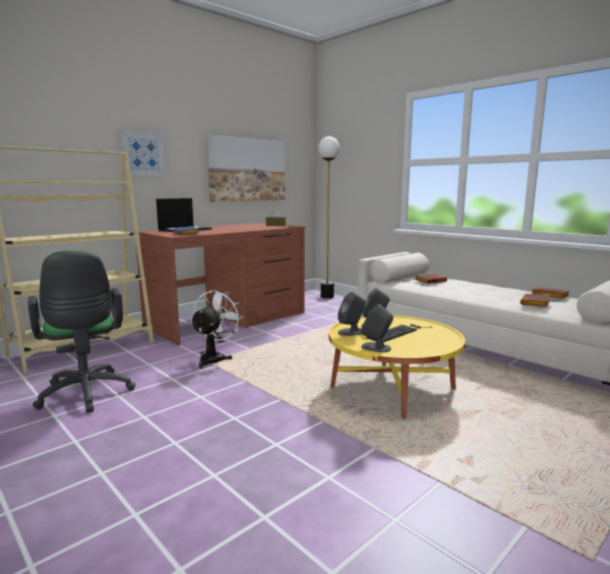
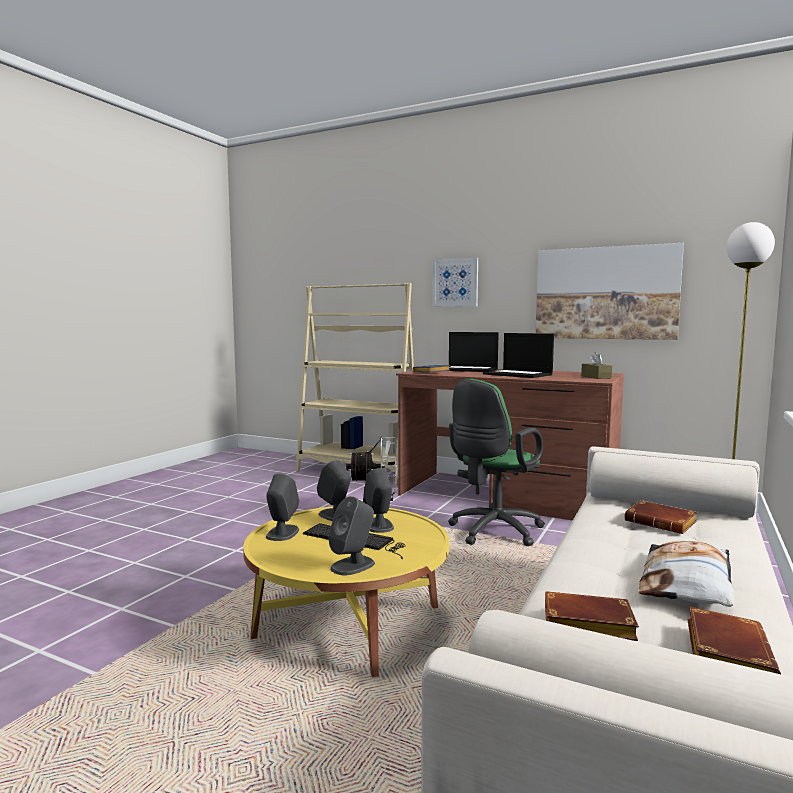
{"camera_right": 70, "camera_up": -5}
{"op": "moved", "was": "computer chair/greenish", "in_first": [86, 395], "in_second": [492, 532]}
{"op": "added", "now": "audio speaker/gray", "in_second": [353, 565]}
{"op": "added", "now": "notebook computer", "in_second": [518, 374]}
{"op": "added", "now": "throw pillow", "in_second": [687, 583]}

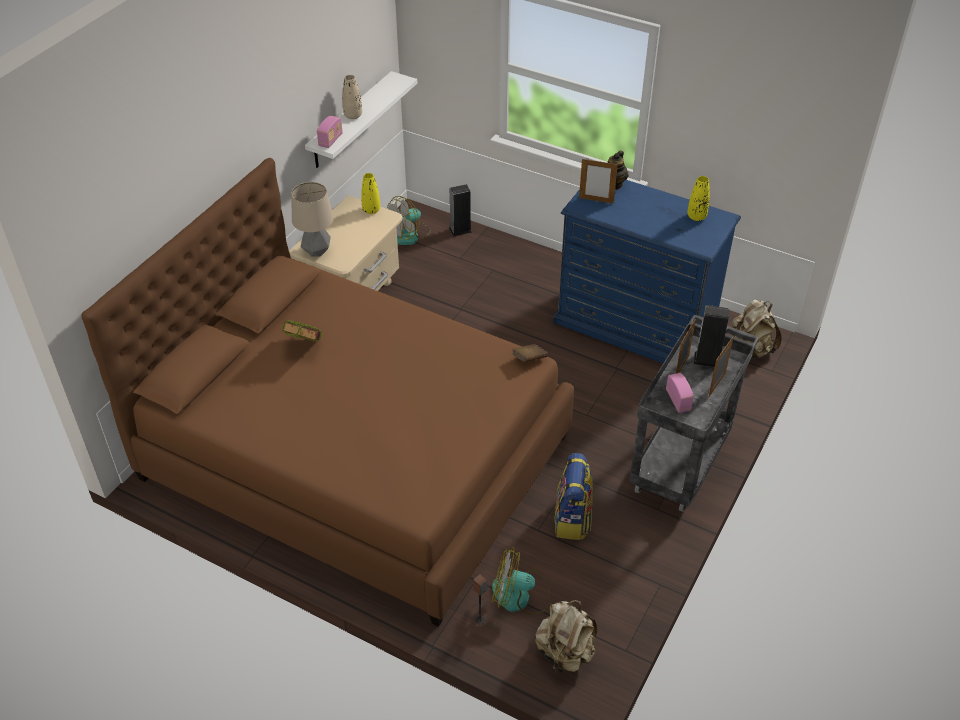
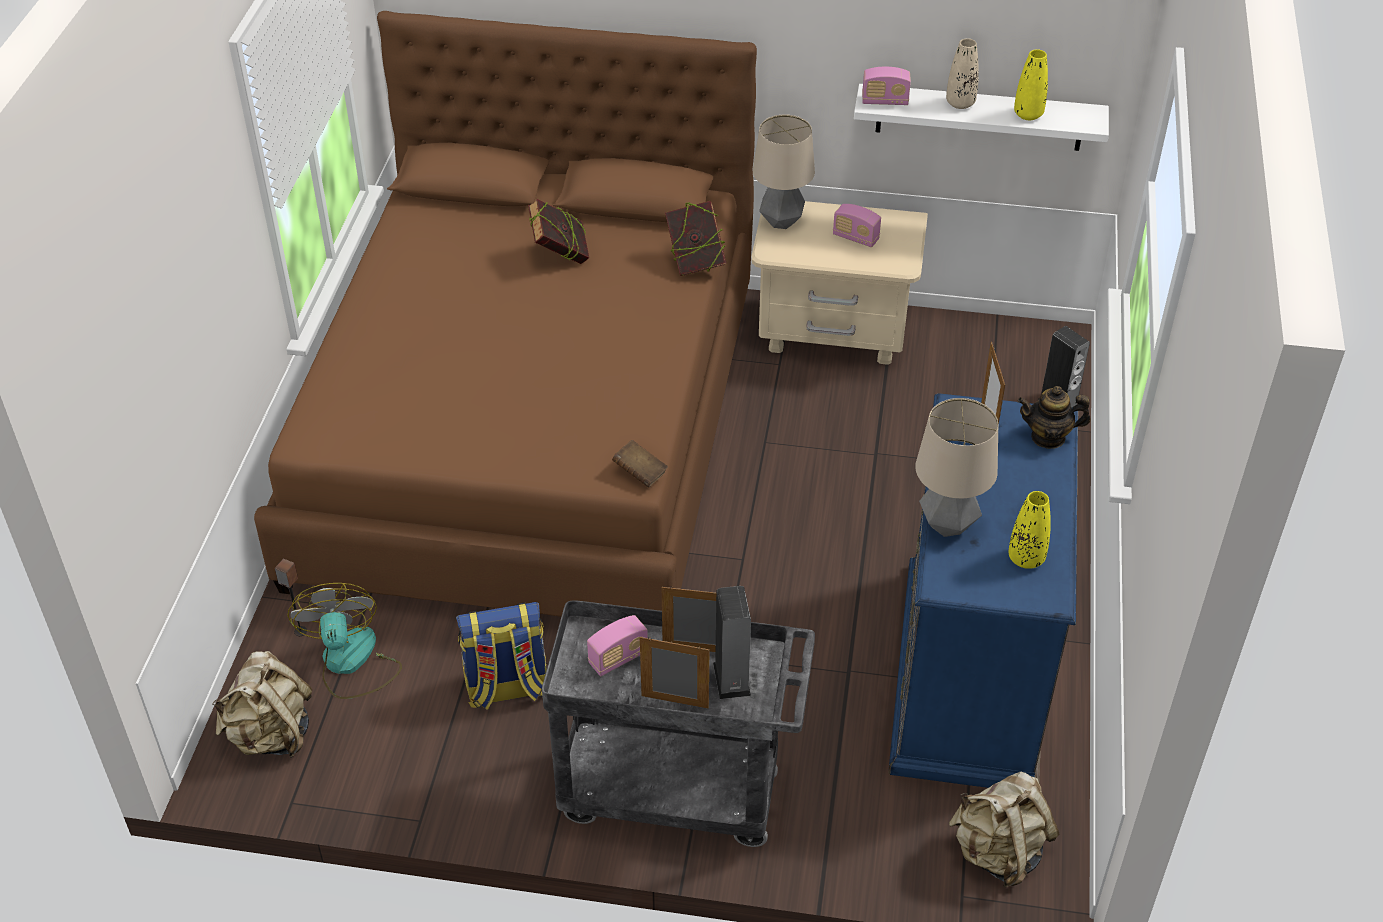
{"camera_right": 70, "camera_up": 0}
{"op": "moved", "was": "flower vase/yellowish", "in_first": [371, 210], "in_second": [1028, 114]}
{"op": "removed", "was": "fan", "in_first": [409, 235]}
{"op": "added", "now": "book", "in_second": [695, 263]}
{"op": "added", "now": "radio receiver", "in_second": [855, 238]}
{"op": "added", "now": "table lamp", "in_second": [948, 525]}

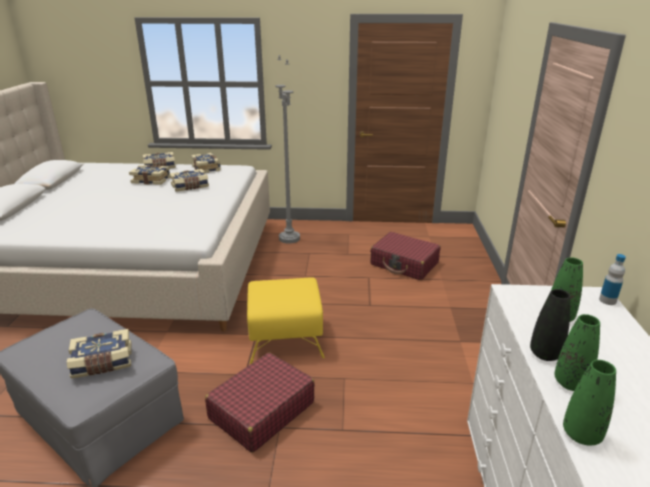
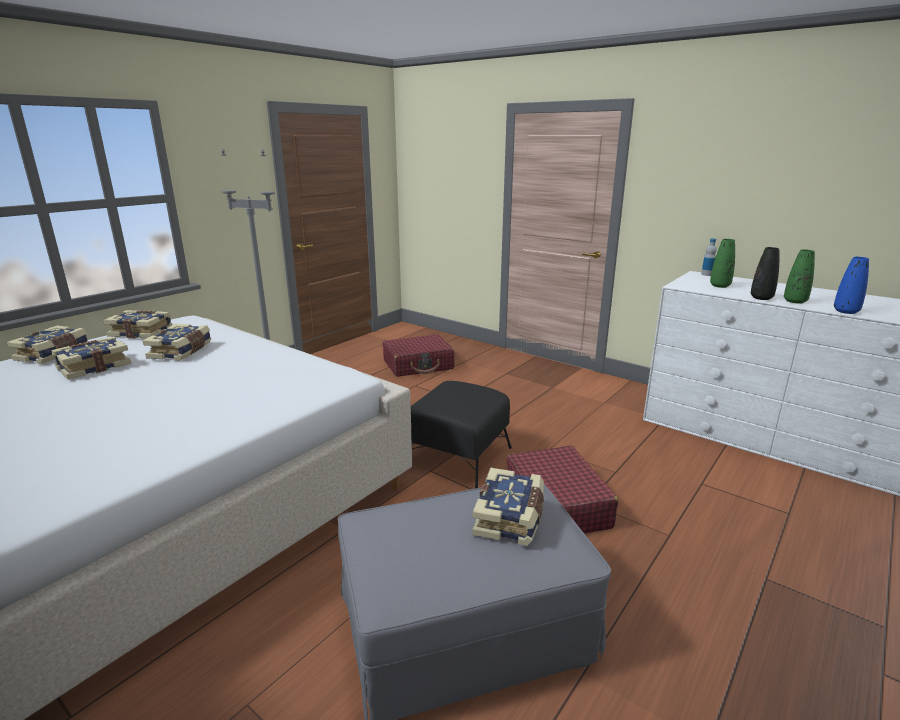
{"camera_right": -55, "camera_up": -5}
{"op": "recoloured", "was": "ottoman/yellowish", "now": "ottoman/black", "in_first": [286, 338], "in_second": [458, 456]}
{"op": "recoloured", "was": "flower vase/greenish", "now": "flower vase/blue-coloured", "in_first": [581, 435], "in_second": [846, 311]}

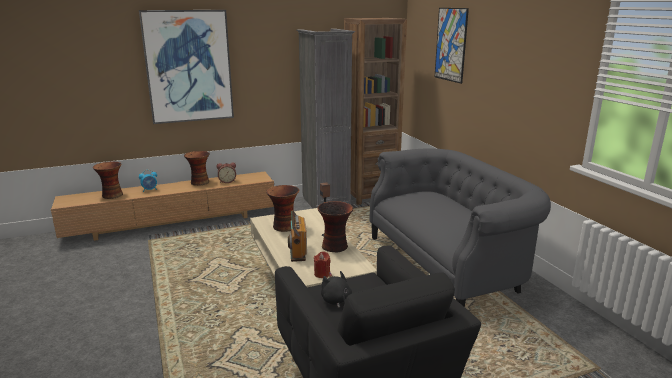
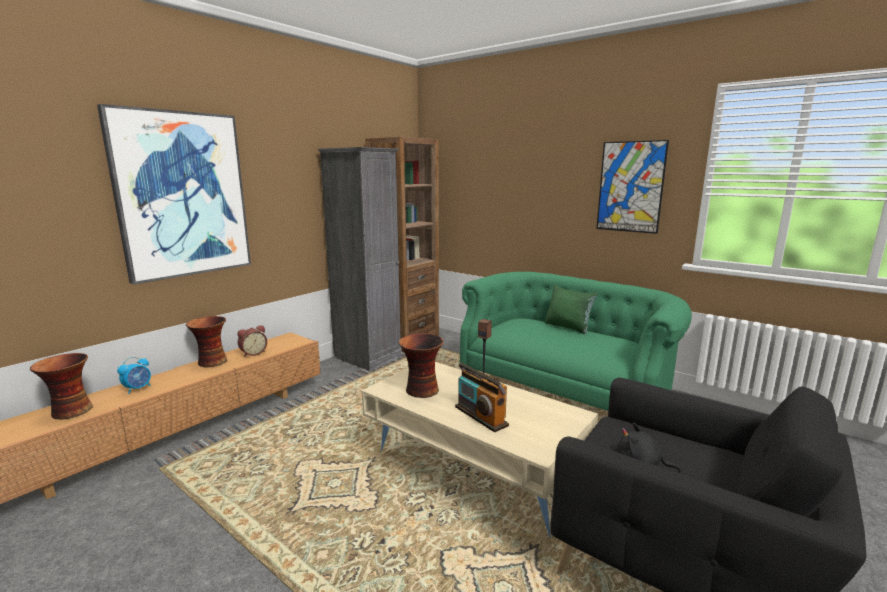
{"camera_right": -30, "camera_up": -5}
{"op": "removed", "was": "wax light/red-coloured", "in_first": [322, 274]}
{"op": "removed", "was": "flower vase", "in_first": [335, 246]}
{"op": "recoloured", "was": "sofa/gray", "now": "sofa/greenish", "in_first": [448, 265], "in_second": [564, 393]}
{"op": "moved", "was": "picture", "in_first": [451, 44], "in_second": [630, 187]}
{"op": "added", "now": "throw pillow/greenish", "in_second": [568, 327]}

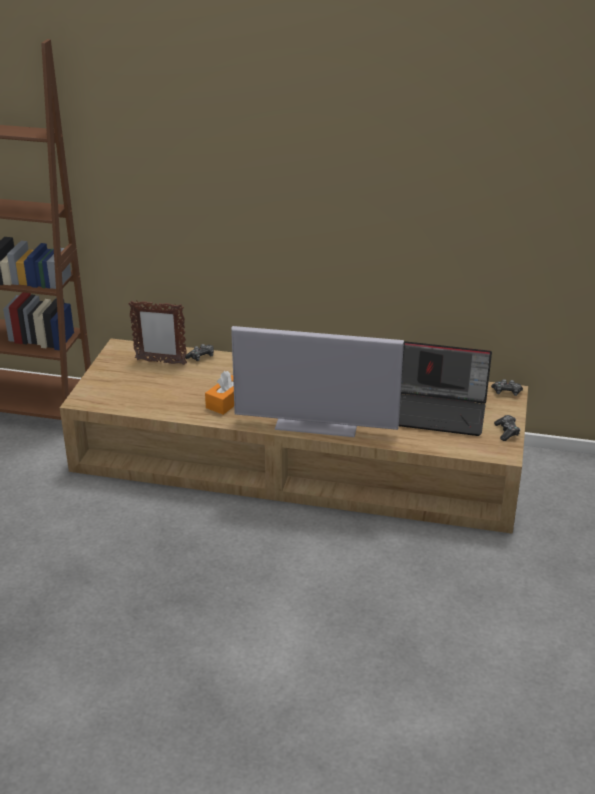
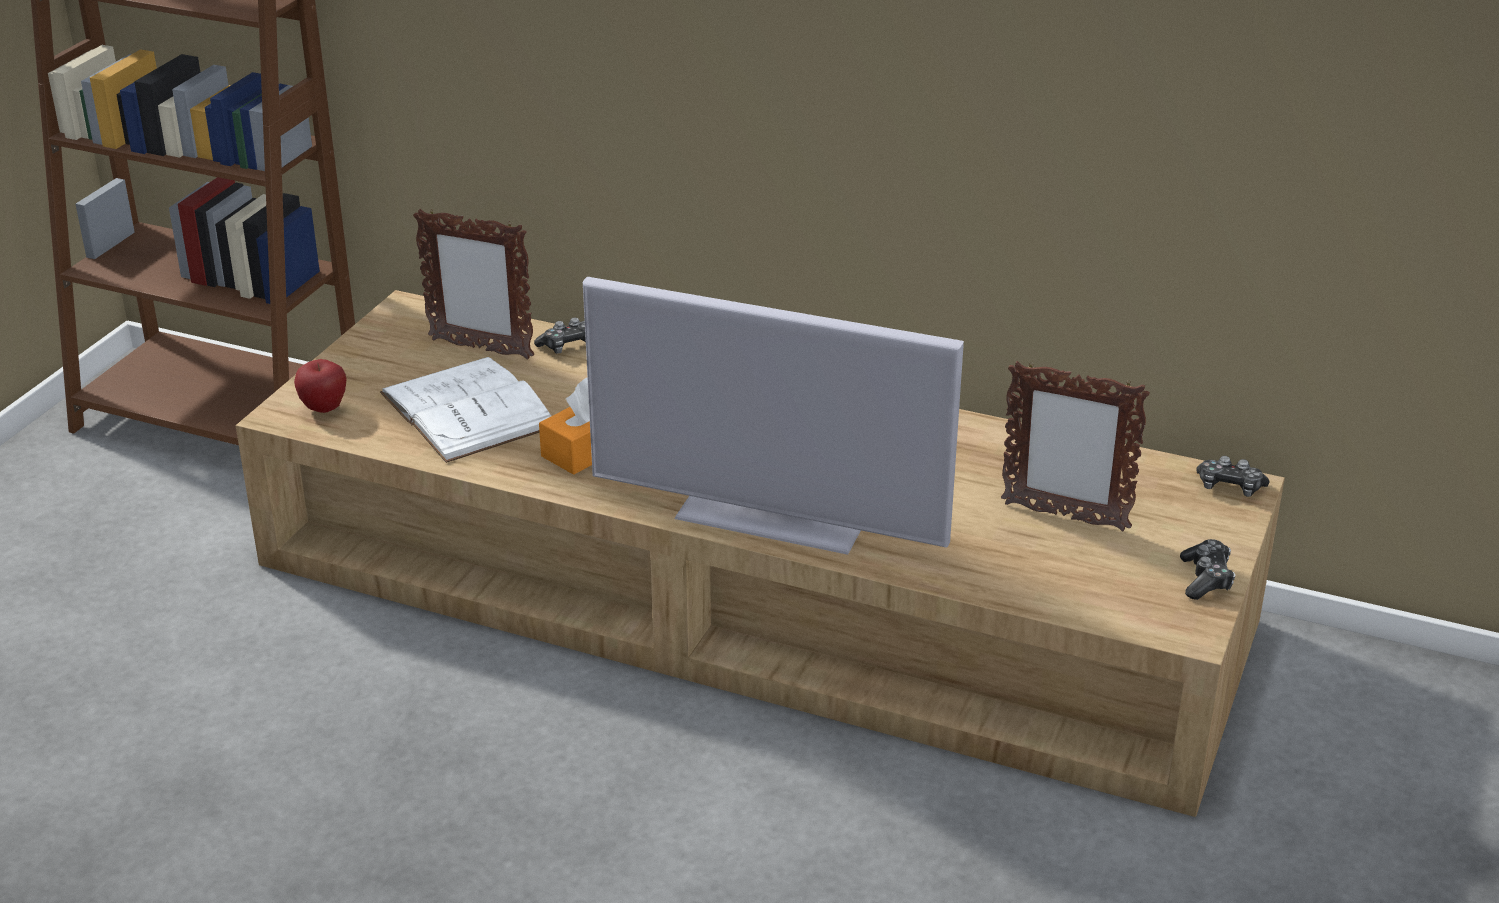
{"camera_right": 10, "camera_up": 0}
{"op": "replaced", "was": "notebook computer", "now": "standing frame", "in_first": [441, 411], "in_second": [1063, 516]}
{"op": "added", "now": "whole apple", "in_second": [324, 408]}
{"op": "added", "now": "book/whitish", "in_second": [468, 409]}

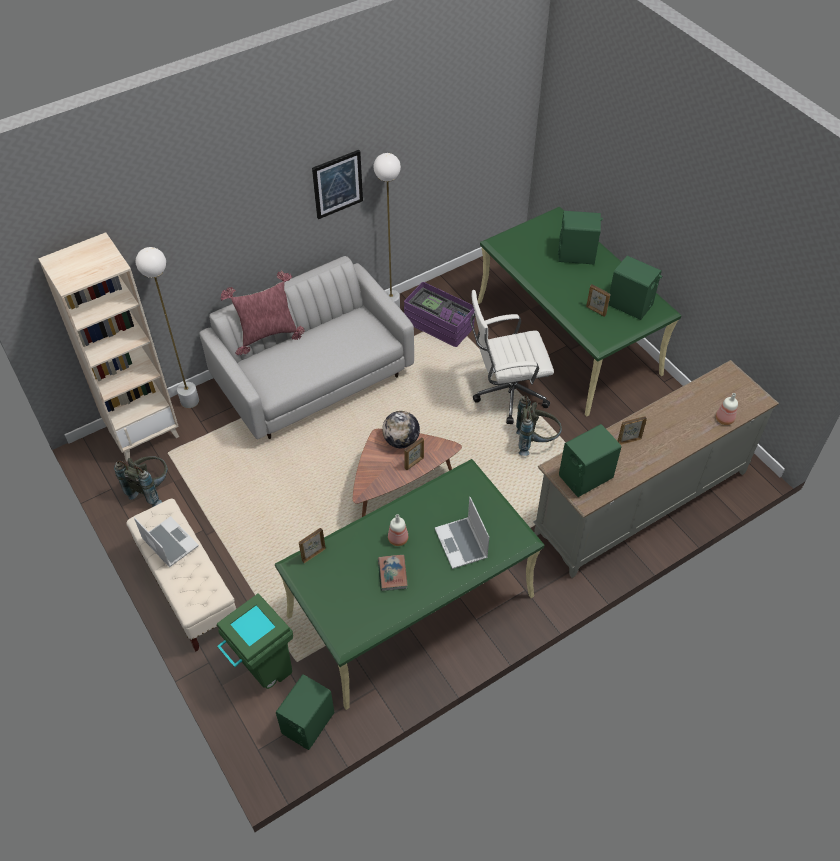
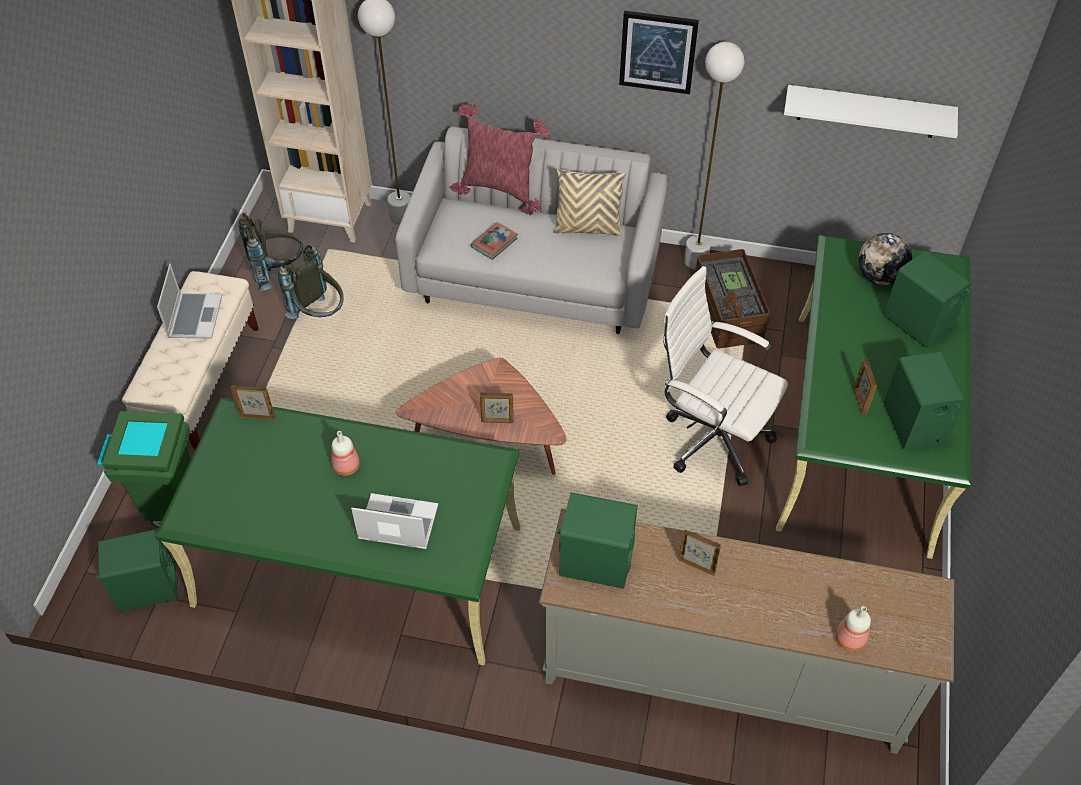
{"camera_right": 45, "camera_up": 0}
{"op": "moved", "was": "book", "in_first": [392, 574], "in_second": [494, 243]}
{"op": "moved", "was": "world globe", "in_first": [401, 441], "in_second": [879, 277]}
{"op": "recoloured", "was": "storage box/purplish", "now": "storage box/brownish", "in_first": [439, 323], "in_second": [729, 311]}
{"op": "turned", "was": "notebook computer", "in_first": [462, 544], "in_second": [397, 524], "clockwise": 75}
{"op": "moved", "was": "knapsack/gray", "in_first": [535, 441], "in_second": [319, 315]}
{"op": "added", "now": "throw pillow/beige-coloured", "in_second": [587, 228]}
{"op": "added", "now": "wall shelf/whitish", "in_second": [868, 111]}

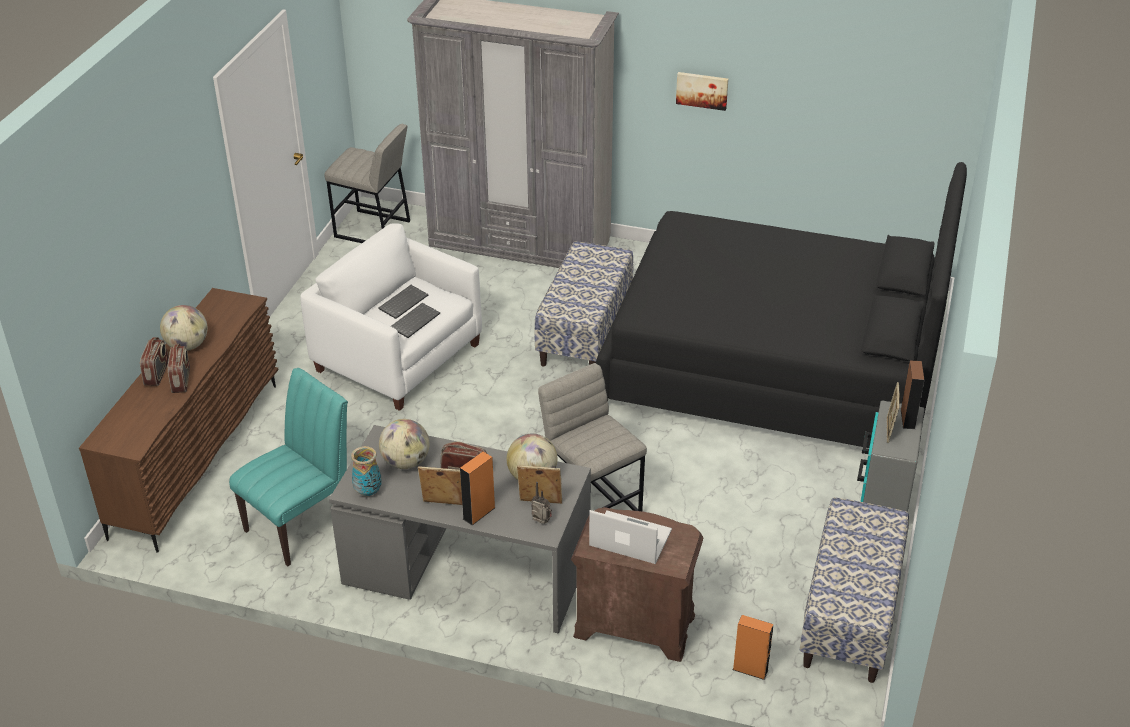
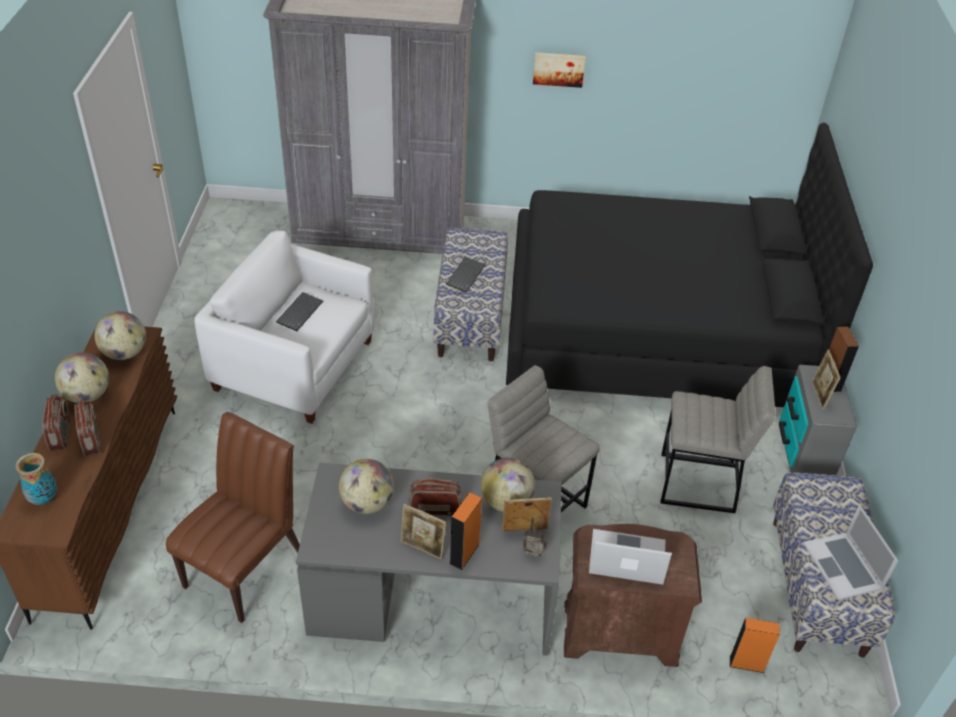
{"camera_right": -15, "camera_up": 5}
{"op": "recoloured", "was": "chair/blue-green", "now": "chair/brownish", "in_first": [302, 525], "in_second": [244, 571]}
{"op": "moved", "was": "chair/gray", "in_first": [374, 229], "in_second": [700, 483]}
{"op": "moved", "was": "flower vase", "in_first": [368, 492], "in_second": [44, 498]}
{"op": "moved", "was": "computer keyboard", "in_first": [415, 321], "in_second": [465, 275]}
{"op": "turned", "was": "standing frame", "in_first": [443, 504], "in_second": [422, 548], "clockwise": -150}
{"op": "added", "now": "world globe", "in_second": [125, 353]}
{"op": "added", "now": "notebook computer", "in_second": [843, 566]}

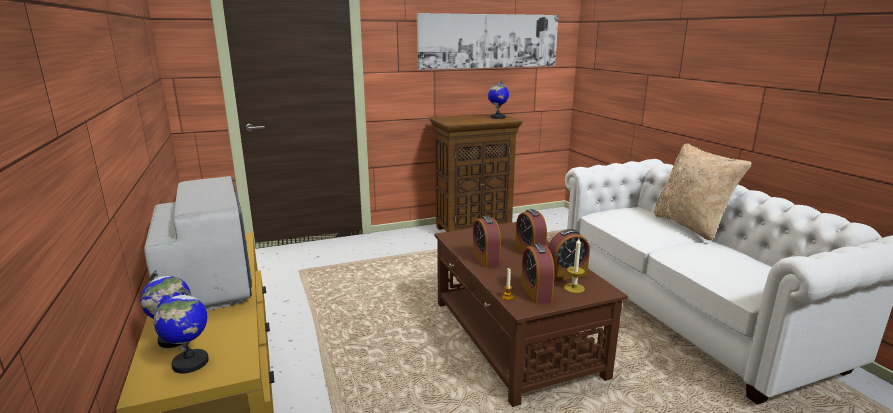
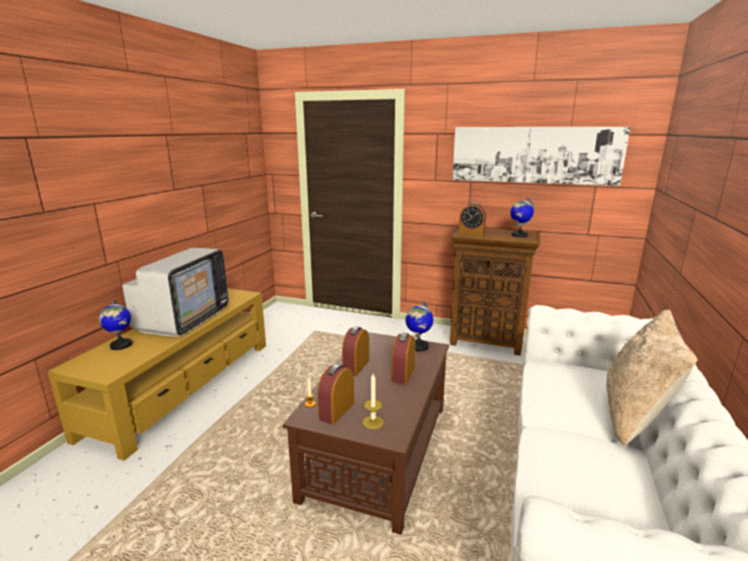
{"camera_right": 40, "camera_up": 0}
{"op": "moved", "was": "world globe", "in_first": [190, 363], "in_second": [418, 346]}
{"op": "moved", "was": "alarm clock", "in_first": [566, 274], "in_second": [471, 233]}

